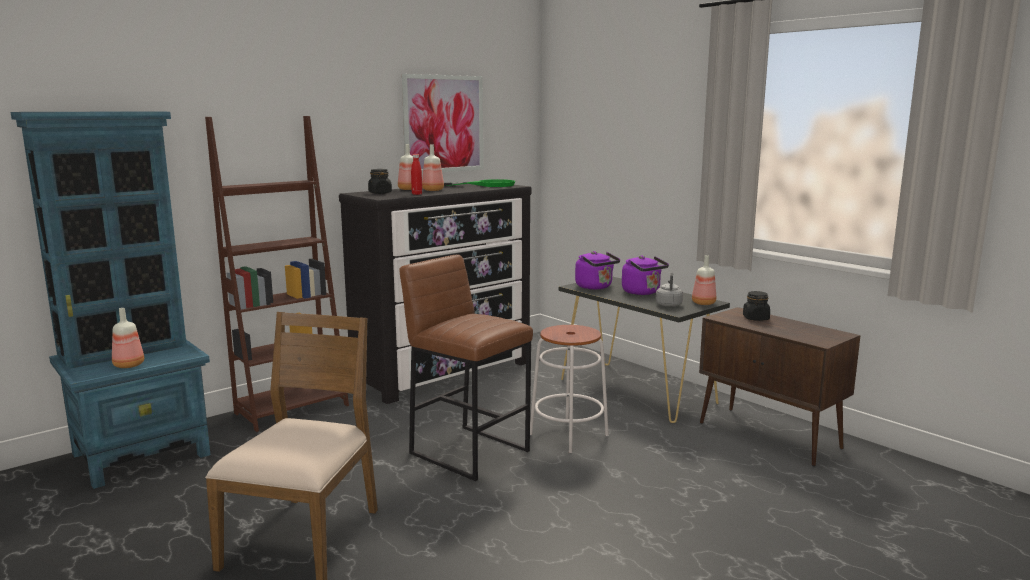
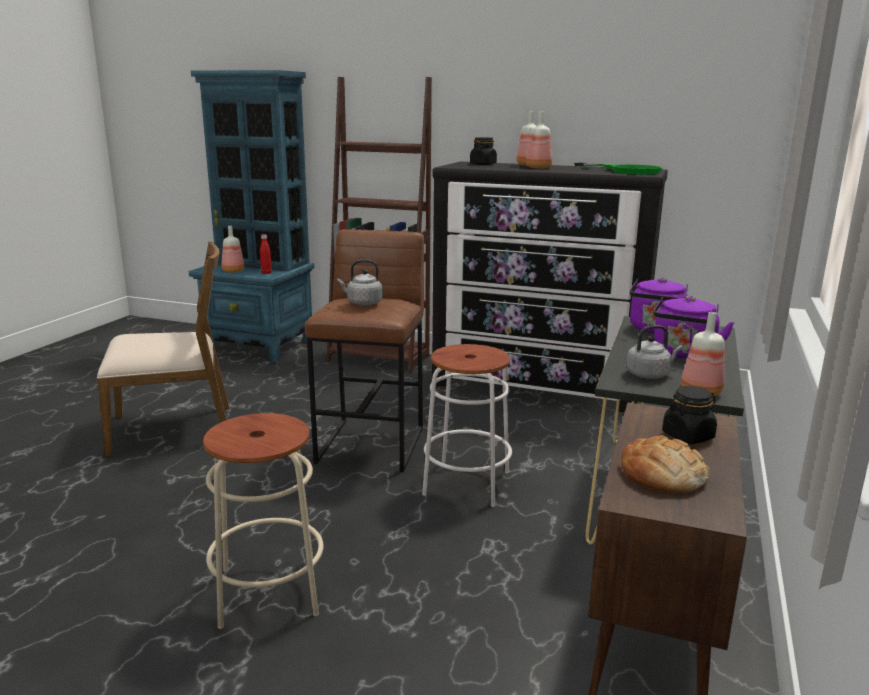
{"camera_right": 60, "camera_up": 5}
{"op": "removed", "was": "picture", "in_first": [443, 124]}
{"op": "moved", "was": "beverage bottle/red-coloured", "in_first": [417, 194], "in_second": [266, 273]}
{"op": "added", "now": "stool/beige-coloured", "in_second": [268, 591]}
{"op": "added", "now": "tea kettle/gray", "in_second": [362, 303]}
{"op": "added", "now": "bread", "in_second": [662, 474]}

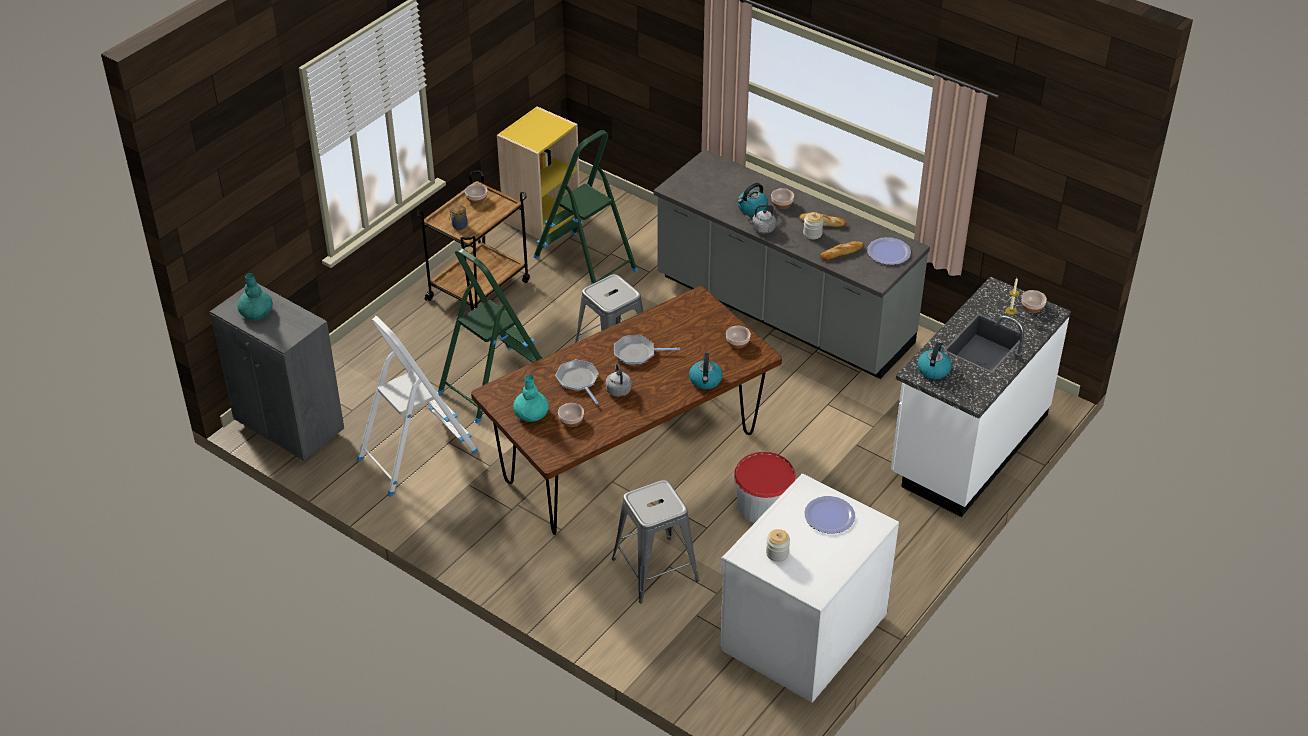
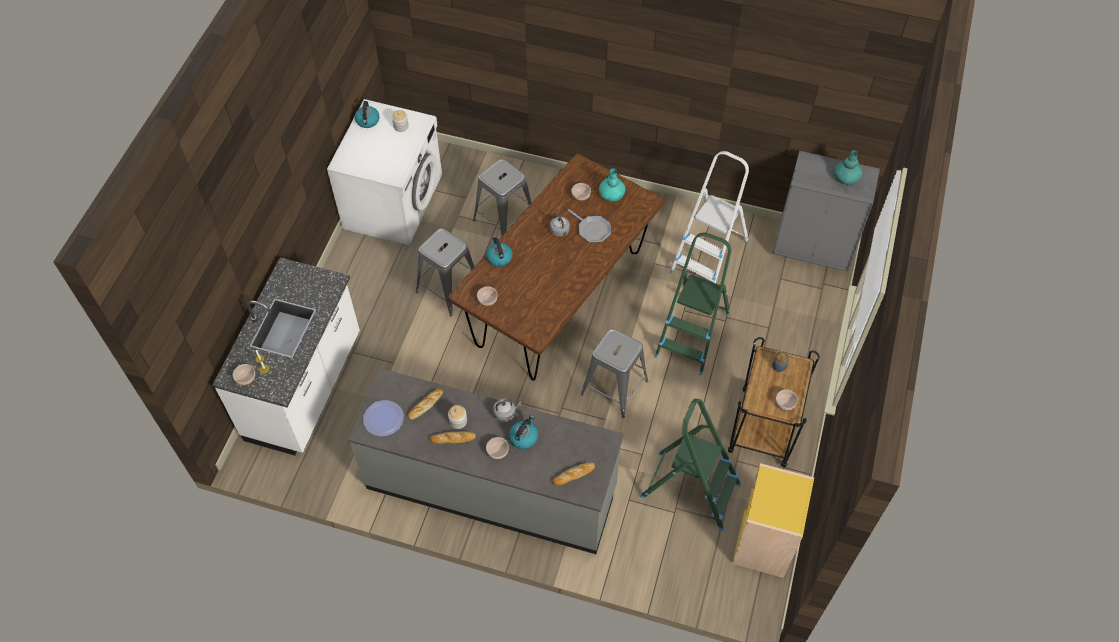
{"camera_right": 160, "camera_up": 15}
{"op": "removed", "was": "pan", "in_first": [637, 353]}
{"op": "replaced", "was": "water bucket", "now": "stool/gray", "in_first": [763, 505], "in_second": [448, 289]}
{"op": "removed", "was": "flat dish", "in_first": [829, 516]}
{"op": "moved", "was": "tea kettle", "in_first": [933, 369], "in_second": [368, 121]}
{"op": "added", "now": "bread", "in_second": [574, 475]}

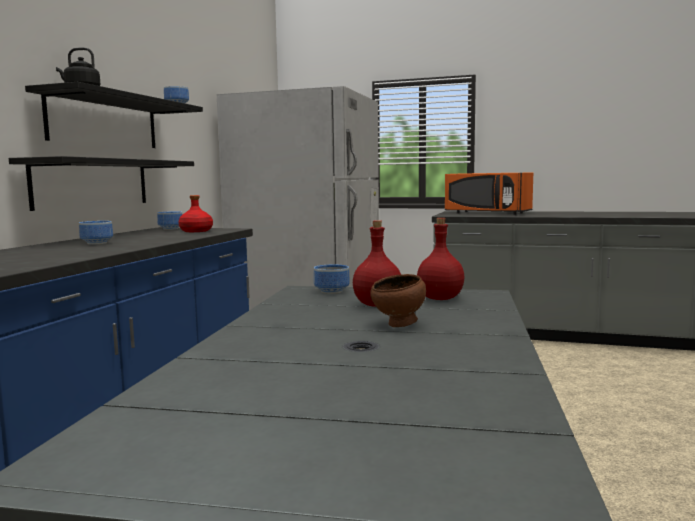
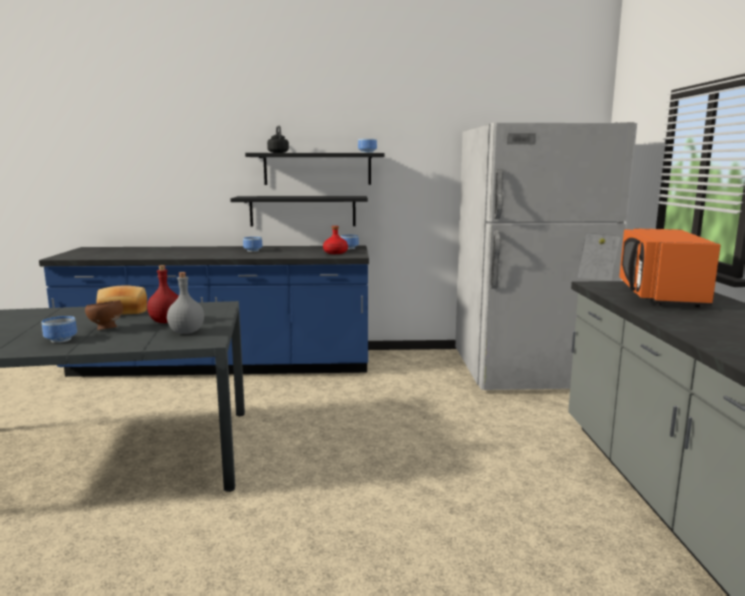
{"camera_right": 70, "camera_up": 5}
{"op": "moved", "was": "bowl", "in_first": [330, 291], "in_second": [60, 339]}
{"op": "recoloured", "was": "beverage bottle/red-coloured", "now": "beverage bottle/gray", "in_first": [439, 299], "in_second": [186, 332]}
{"op": "added", "now": "bread", "in_second": [123, 312]}

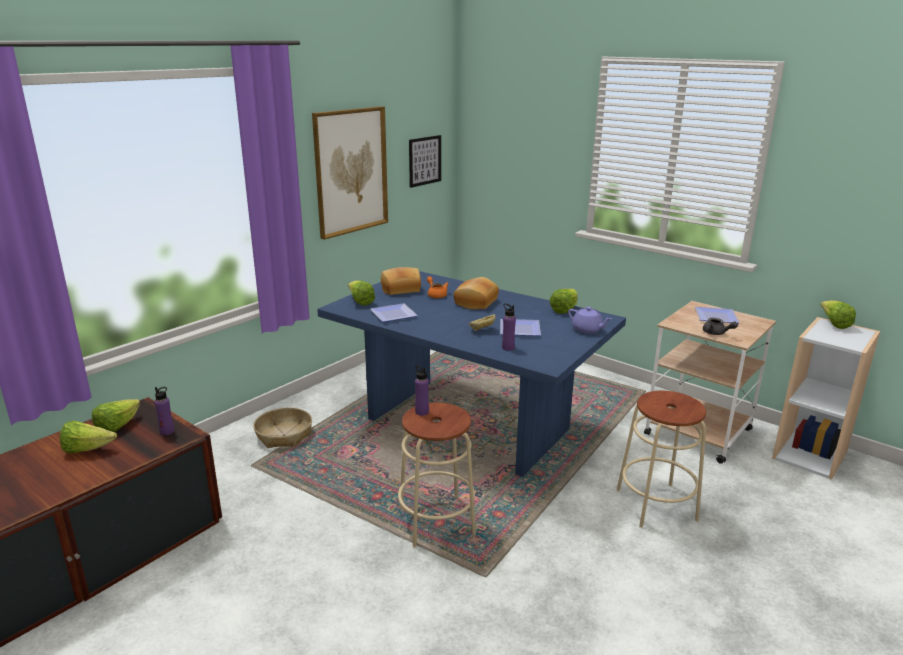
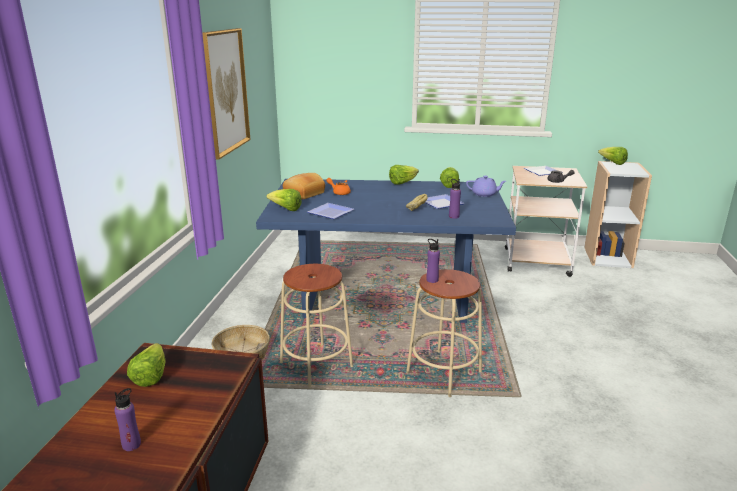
{"camera_right": -30, "camera_up": 0}
{"op": "moved", "was": "head of lettuce", "in_first": [87, 449], "in_second": [402, 183]}
{"op": "moved", "was": "beverage bottle/purplish", "in_first": [167, 431], "in_second": [131, 445]}
{"op": "removed", "was": "picture", "in_first": [424, 161]}
{"op": "removed", "was": "bread", "in_first": [475, 302]}
{"op": "moved", "was": "stool/beige-coloured", "in_first": [656, 505], "in_second": [316, 365]}

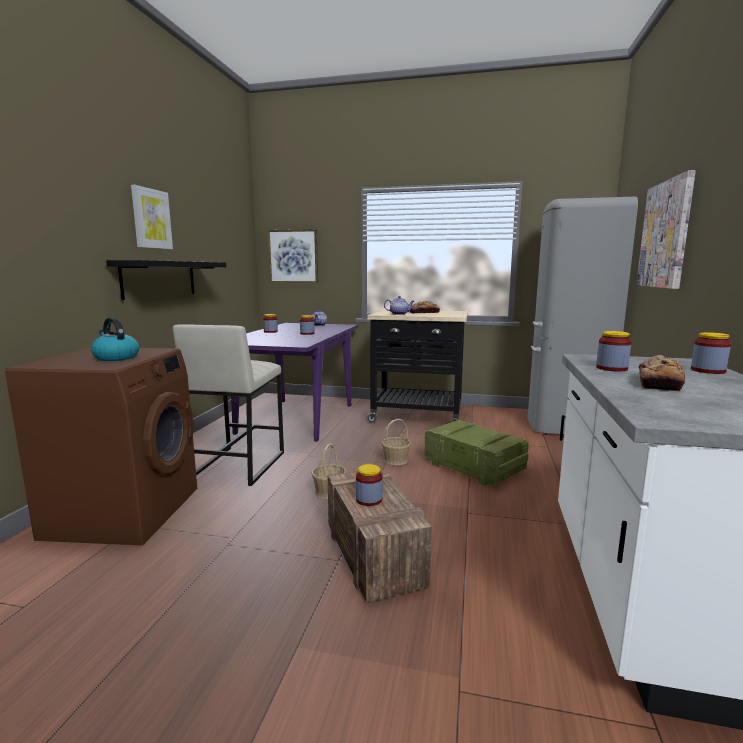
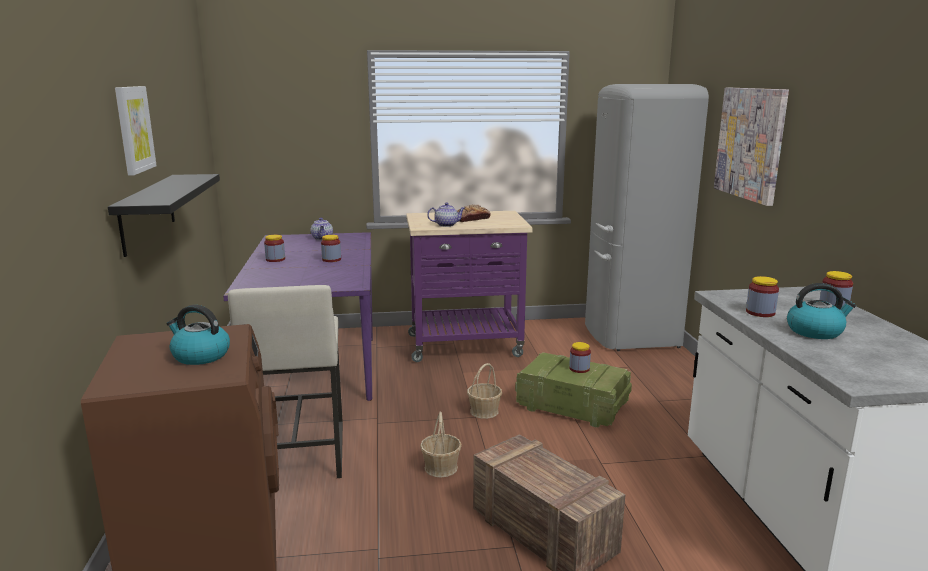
{"camera_right": -20, "camera_up": 5}
{"op": "removed", "was": "picture", "in_first": [293, 256]}
{"op": "moved", "was": "jar", "in_first": [369, 499], "in_second": [579, 369]}
{"op": "recoloured", "was": "wheeled cart/black", "now": "wheeled cart/purplish", "in_first": [417, 416], "in_second": [465, 345]}
{"op": "replaced", "was": "bread", "now": "tea kettle", "in_first": [659, 383], "in_second": [815, 331]}

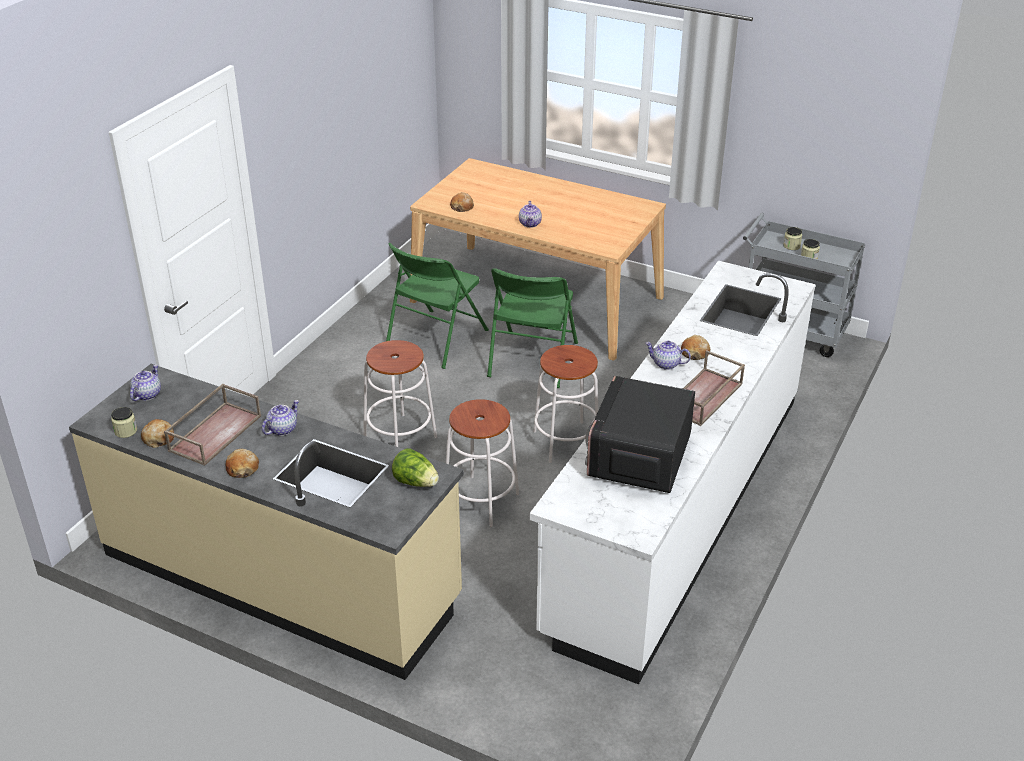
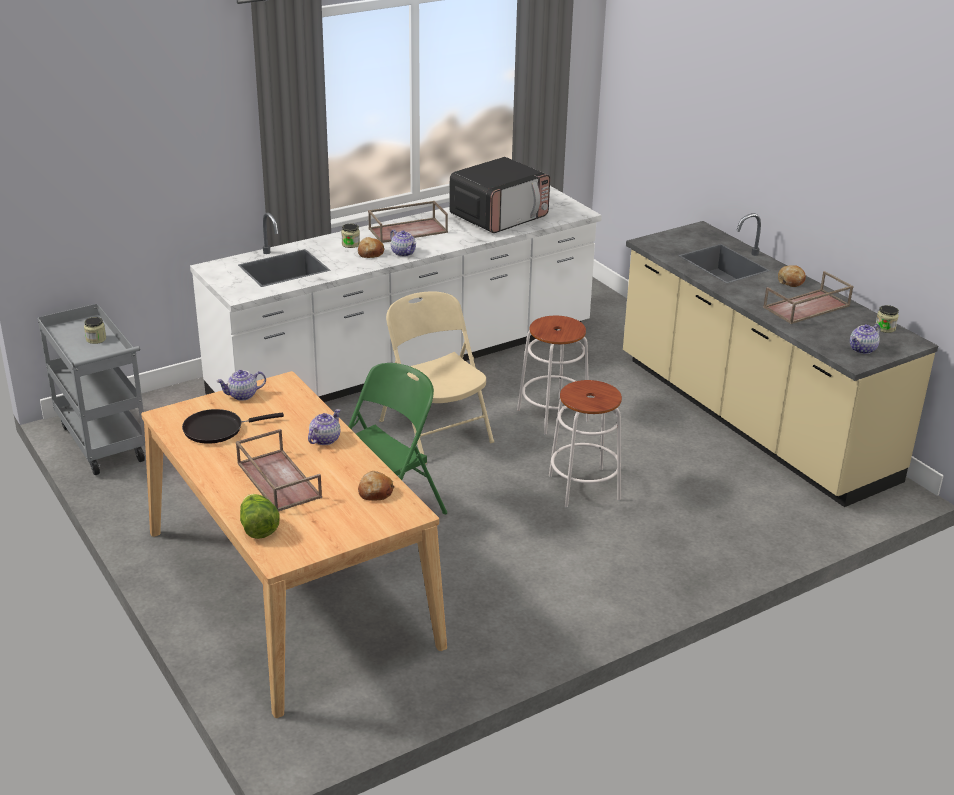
{"camera_right": -150, "camera_up": -5}
{"op": "removed", "was": "bread", "in_first": [158, 438]}
{"op": "moved", "was": "pot for tea", "in_first": [282, 429], "in_second": [242, 395]}
{"op": "removed", "was": "chair/greenish", "in_first": [436, 339]}
{"op": "moved", "was": "head of lettuce", "in_first": [416, 482], "in_second": [258, 528]}
{"op": "replaced", "was": "stool/whitish", "now": "chair/beige-coloured", "in_first": [566, 442], "in_second": [436, 431]}
{"op": "moved", "was": "jar", "in_first": [791, 246], "in_second": [351, 244]}
{"op": "added", "now": "pan/black", "in_second": [217, 429]}
{"op": "added", "now": "serving tray/brownish", "in_second": [277, 480]}

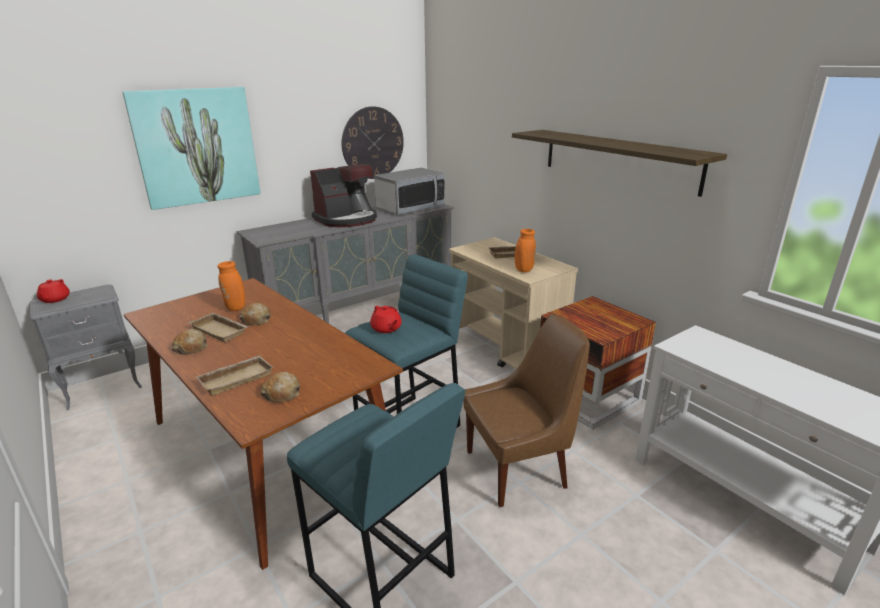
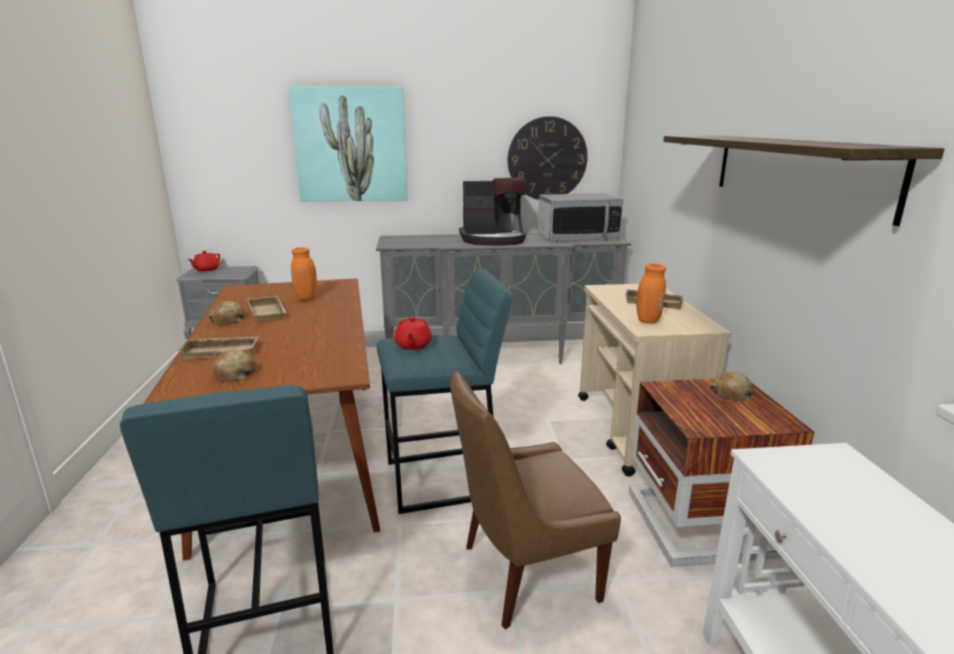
{"camera_right": 30, "camera_up": -5}
{"op": "moved", "was": "bread", "in_first": [256, 320], "in_second": [731, 394]}
{"op": "turned", "was": "chair/brownish", "in_first": [519, 468], "in_second": [524, 574], "clockwise": 150}

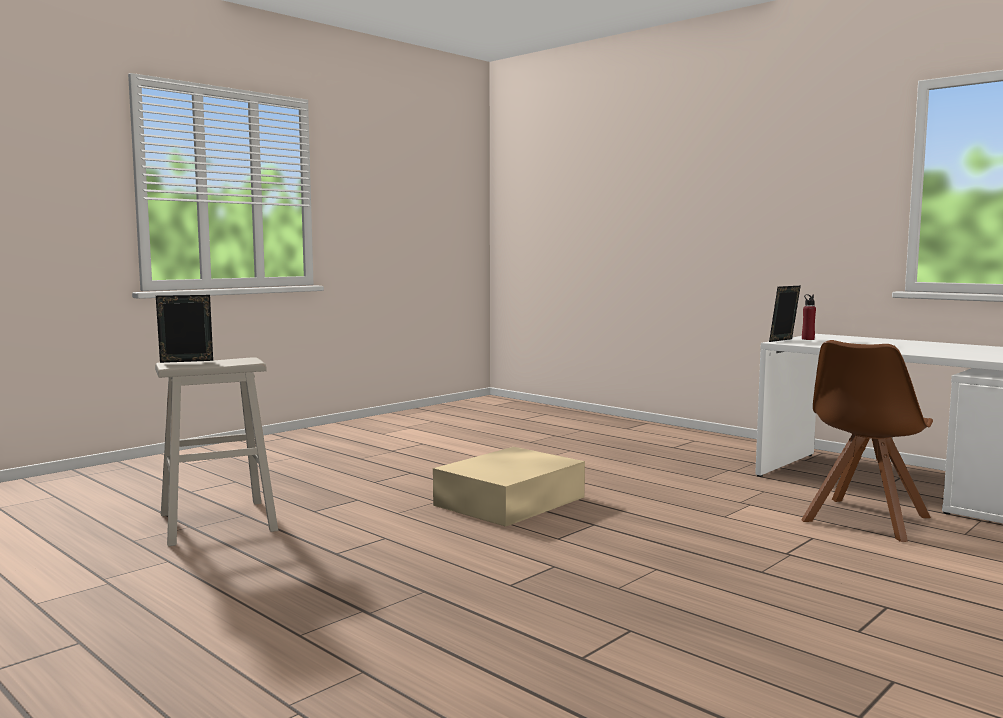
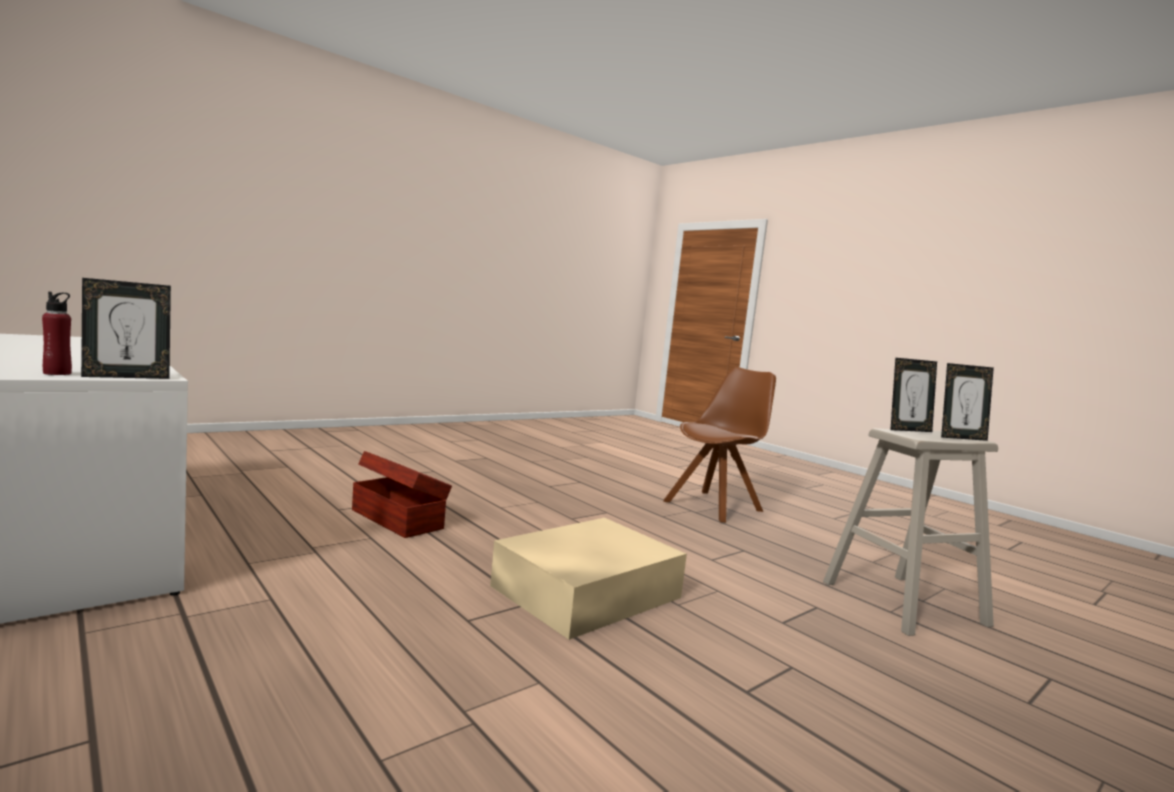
{"camera_right": -175, "camera_up": 0}
{"op": "moved", "was": "chair/brownish", "in_first": [864, 520], "in_second": [715, 506]}
{"op": "added", "now": "storage box/brownish", "in_second": [397, 518]}
{"op": "added", "now": "standing frame", "in_second": [908, 430]}

